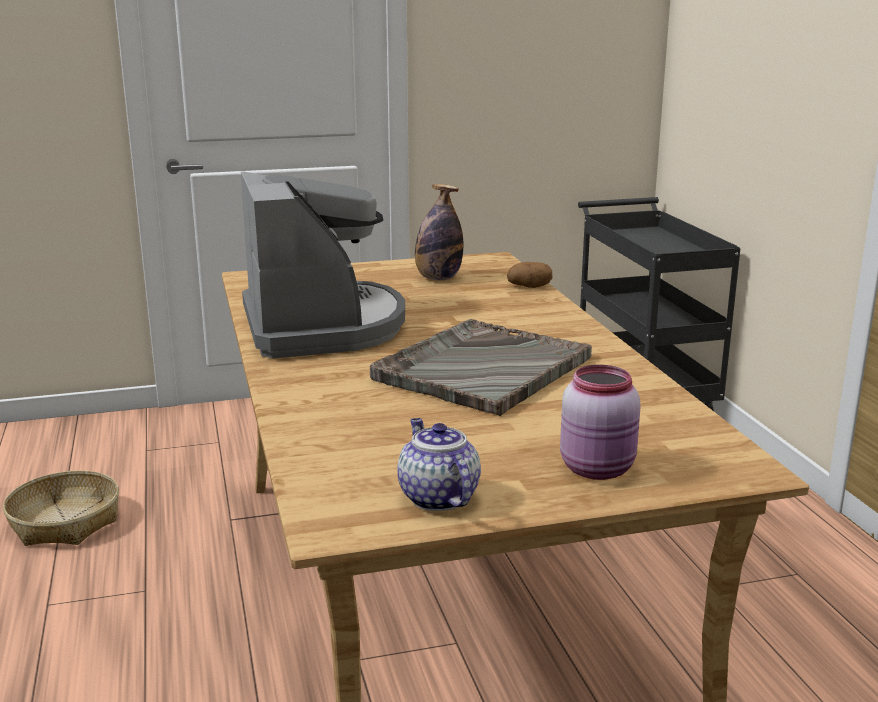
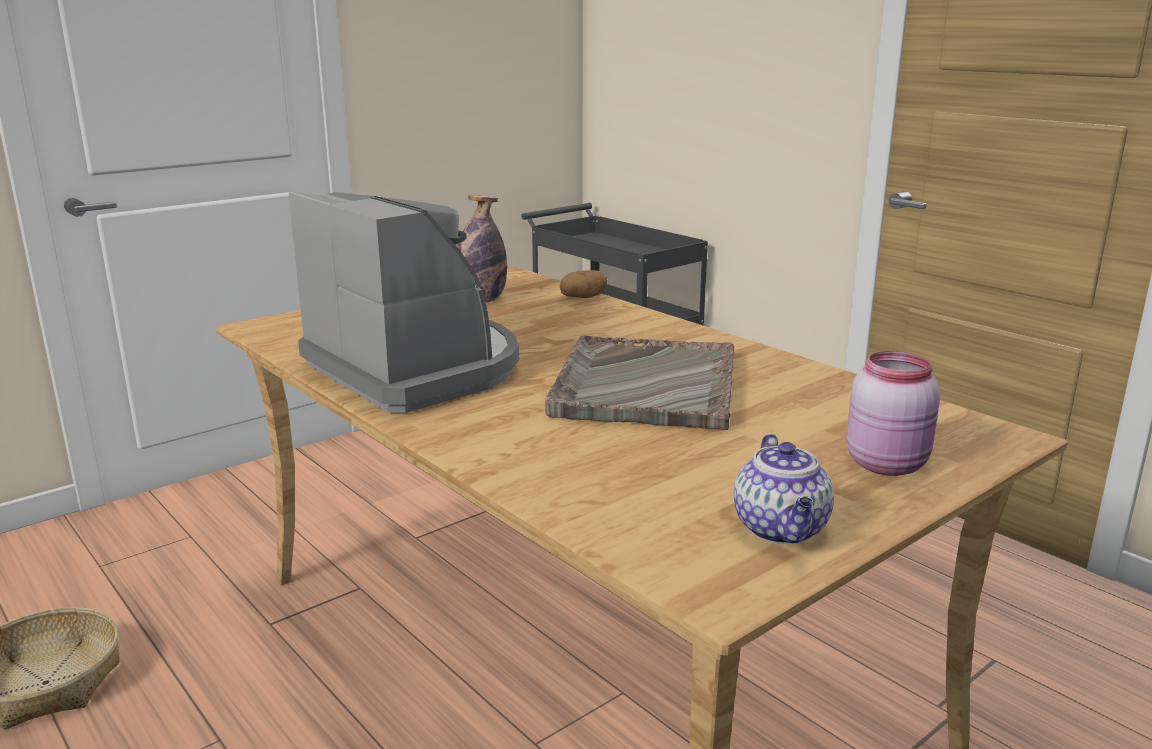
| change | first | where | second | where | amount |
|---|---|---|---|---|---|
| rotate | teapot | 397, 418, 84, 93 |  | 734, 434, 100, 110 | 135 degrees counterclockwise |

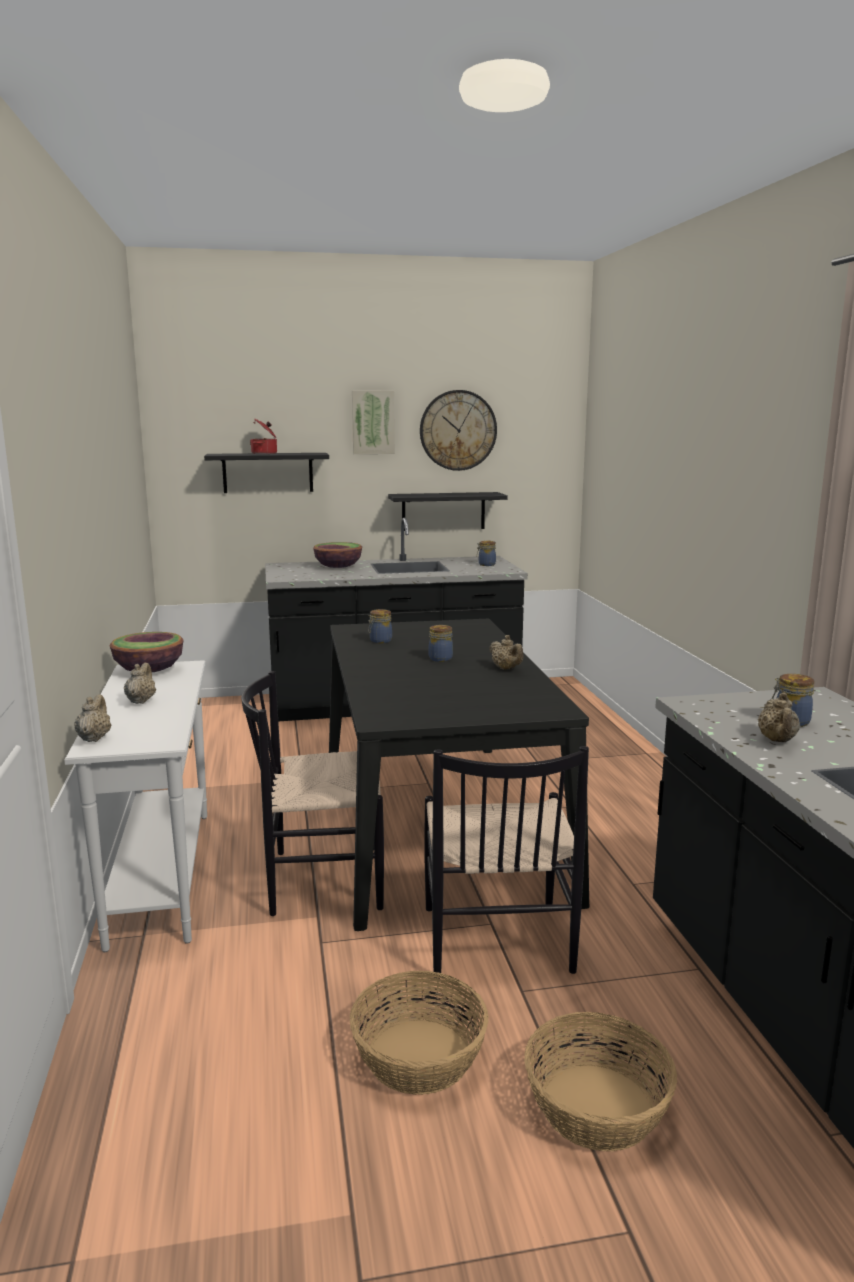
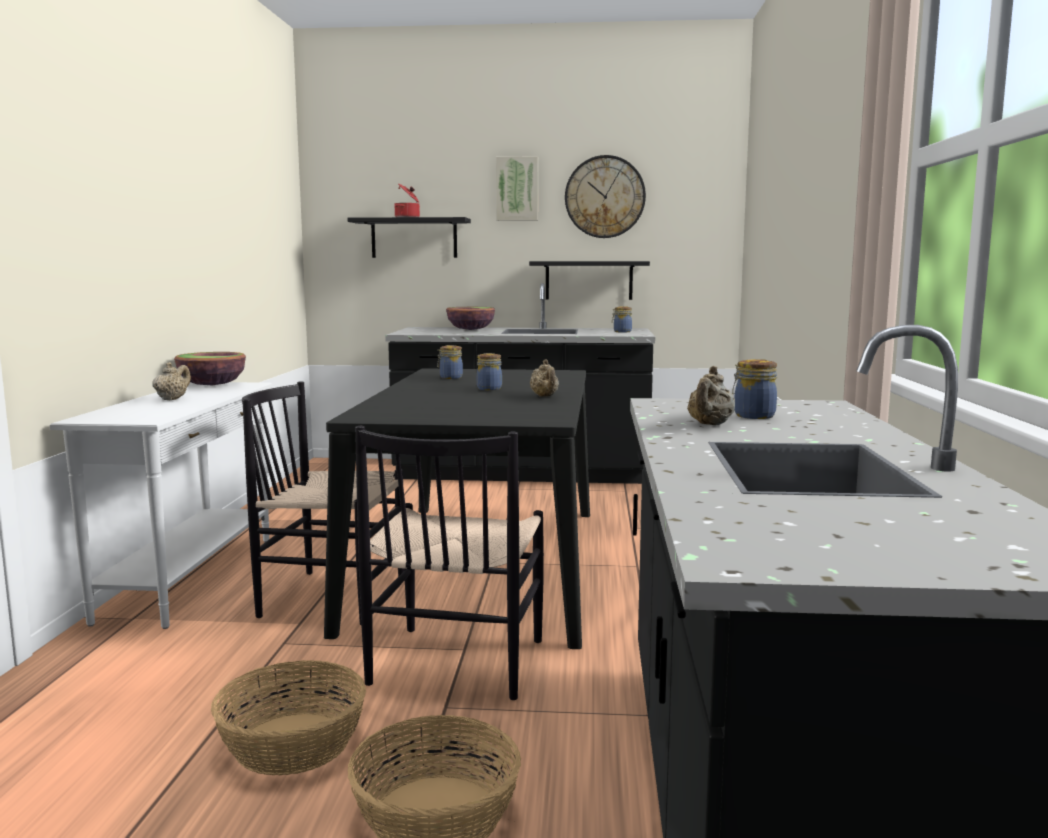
| change | first | where | second | where | amount |
|---|---|---|---|---|---|
| delete | teapot/beige | 74, 694, 37, 48 |  |  |  |

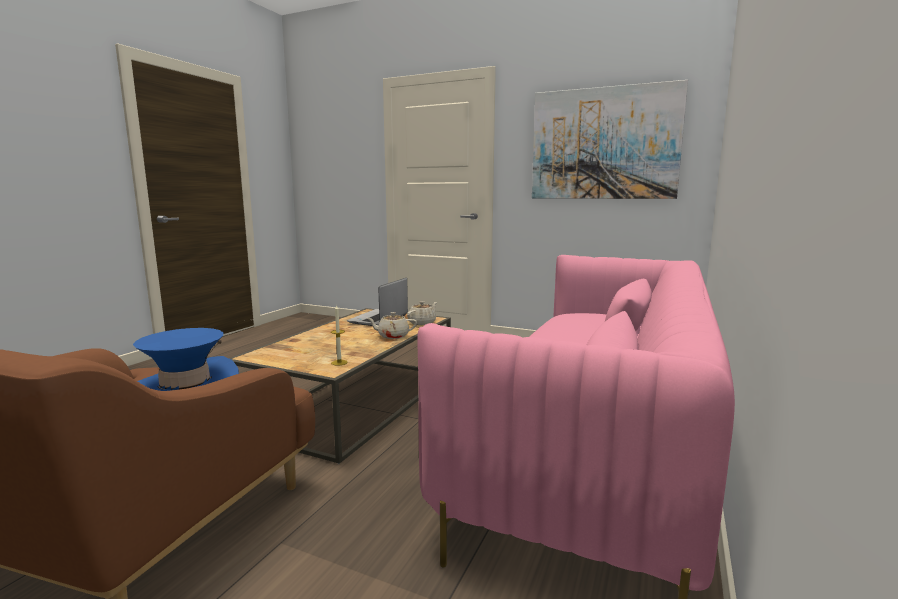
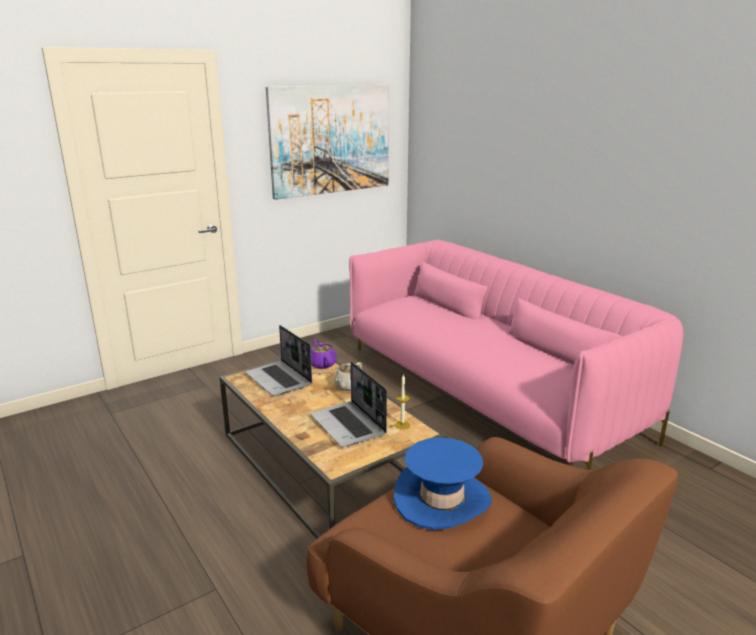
| change | first | where | second | where | amount |
|---|---|---|---|---|---|
| insert |  |  | laptop | 310, 362, 77, 85 |  |
| recolor | teapot/beige | 407, 301, 30, 24 | teapot/purple | 311, 339, 26, 30 |  |

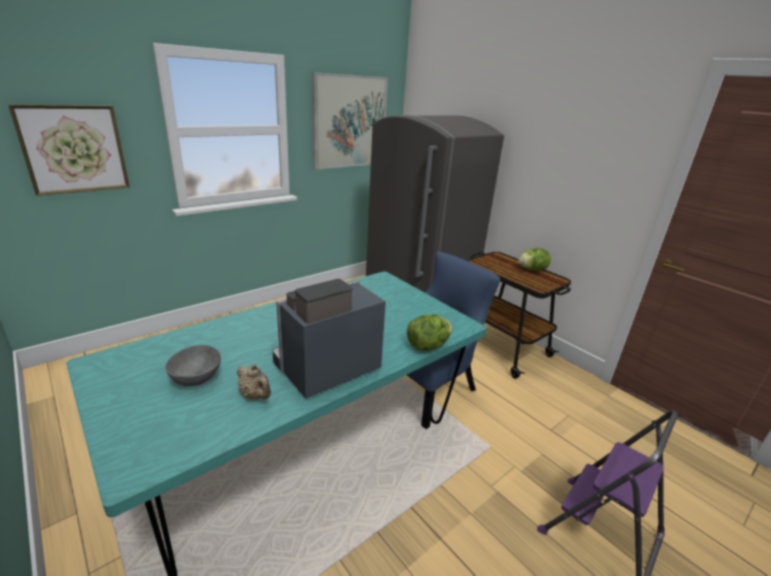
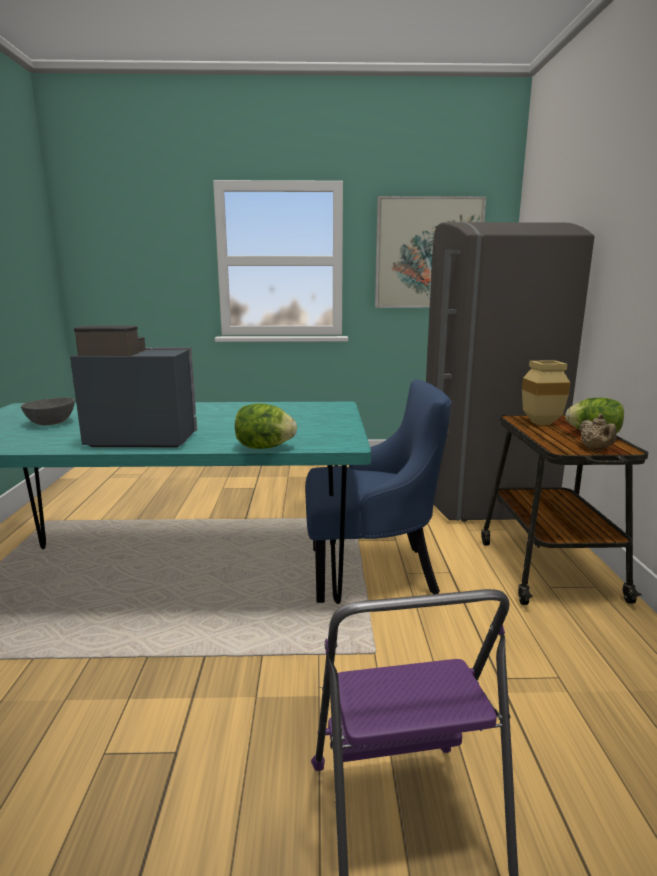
| change | first | where | second | where | amount |
|---|---|---|---|---|---|
| insert |  |  | vase/beige | 522, 360, 48, 65 |  |
| move | teapot/beige | 237, 364, 34, 35 |  | 579, 414, 38, 36 |  |
| delete | picture | 8, 104, 122, 92 |  |  |  |

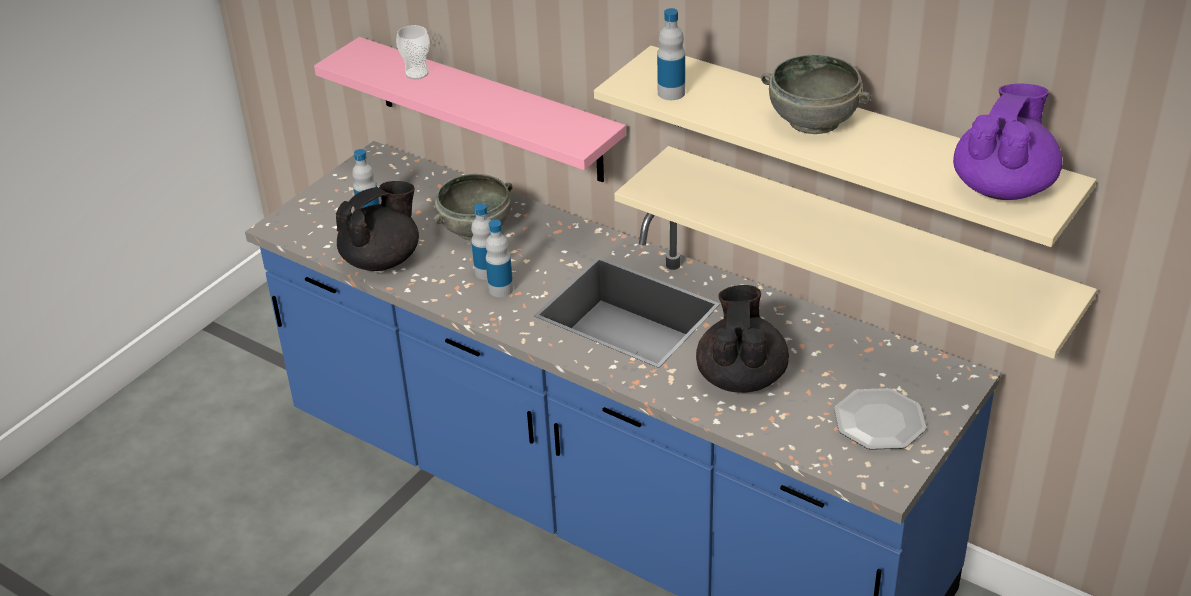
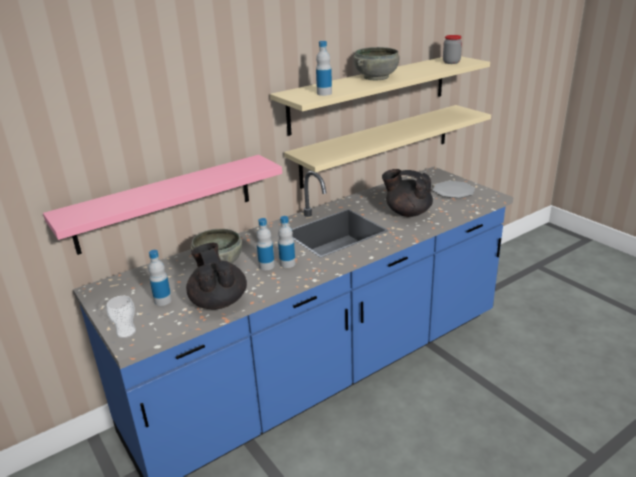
| change | first | where | second | where | amount |
|---|---|---|---|---|---|
| move | cup | 396, 25, 34, 54 |  | 106, 296, 30, 42 |  |
| replace | teapot/purple | 953, 84, 109, 116 | jar | 443, 35, 19, 29 |  |

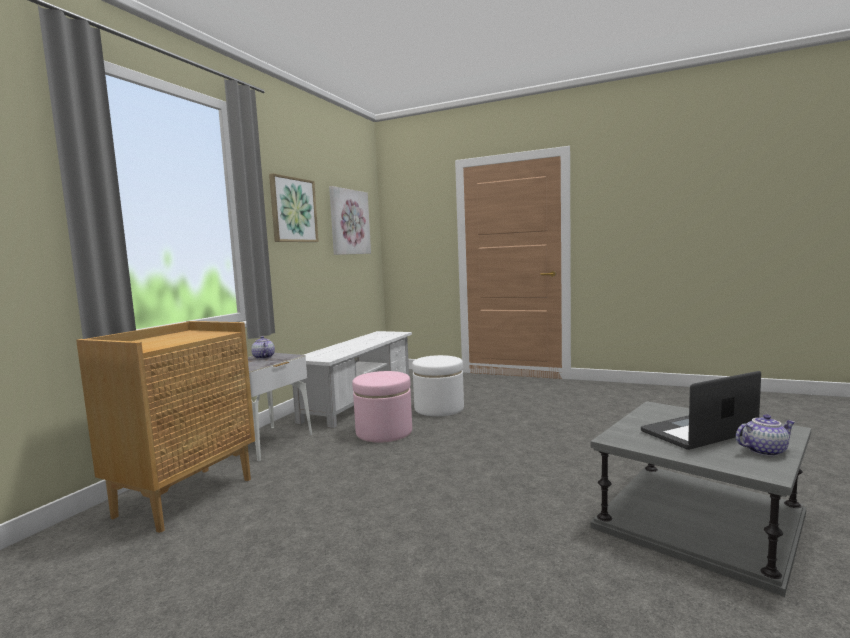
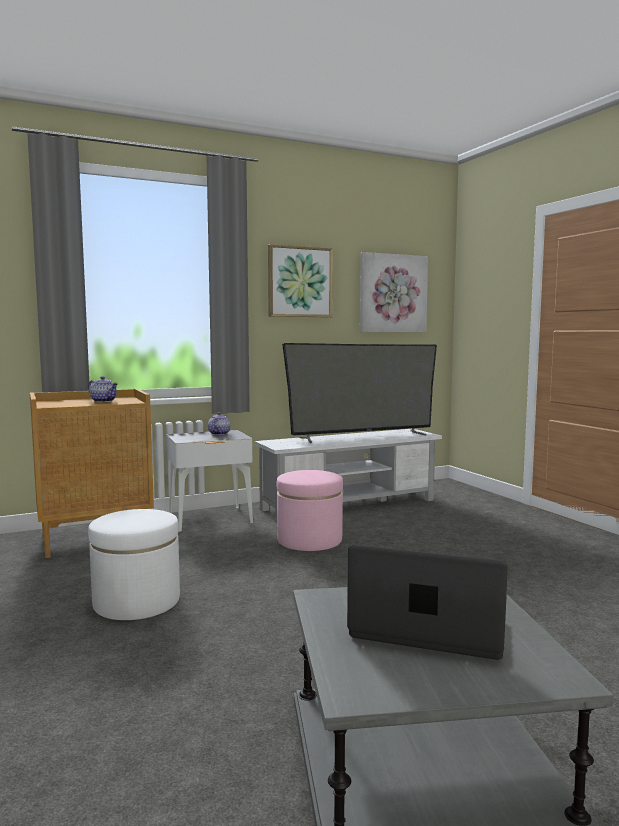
| change | first | where | second | where | amount |
|---|---|---|---|---|---|
| move | teapot | 736, 414, 59, 42 |  | 88, 376, 30, 26 |  |
| move | ottoman/white | 412, 355, 52, 62 |  | 88, 509, 92, 111 |  |
| insert |  |  | television | 282, 343, 155, 100 |  |

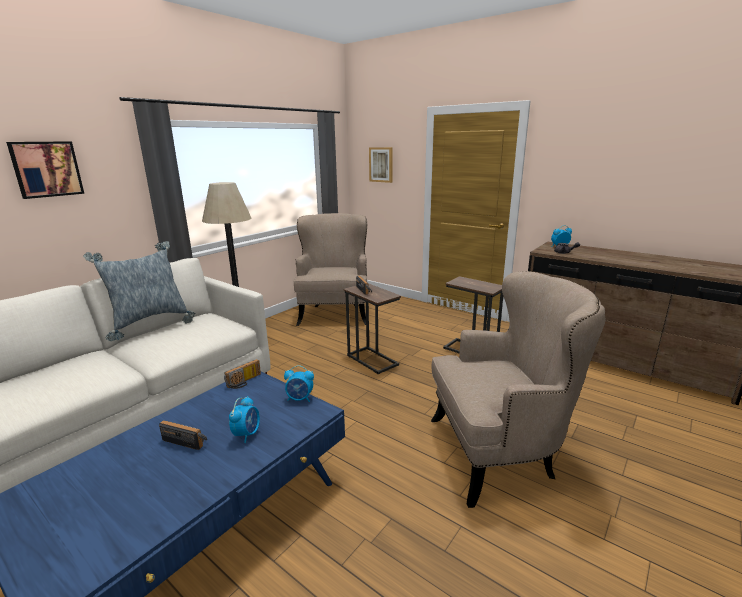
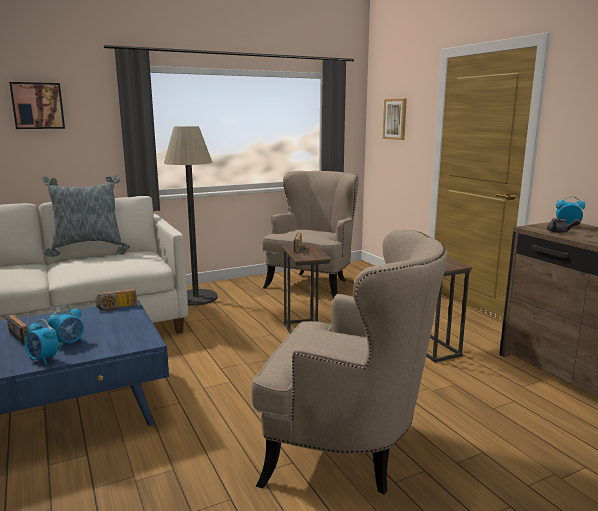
| change | first | where | second | where | amount |
|---|---|---|---|---|---|
| move | alarm clock | 284, 365, 30, 37 |  | 25, 319, 33, 45 |  |

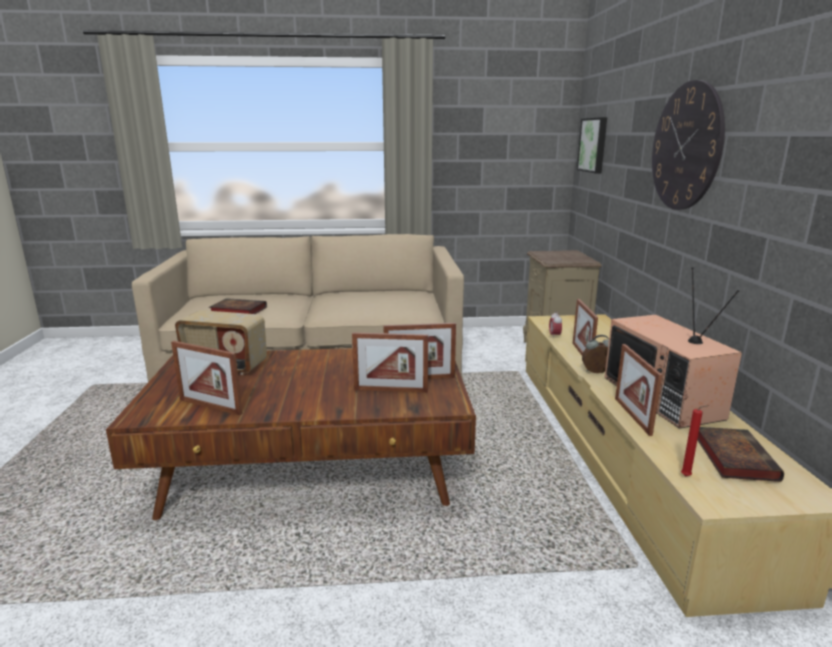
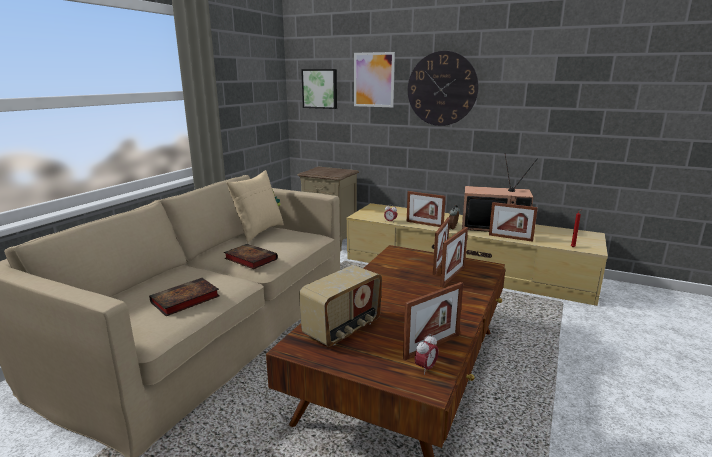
| change | first | where | second | where | amount |
|---|---|---|---|---|---|
| move | book | 698, 427, 86, 55 |  | 224, 244, 54, 25 |  |
| insert |  |  | pillow/beige | 227, 170, 57, 72 |  |
| insert |  |  | picture | 354, 52, 41, 55 |  |
| insert |  |  | alarm clock | 415, 334, 24, 41 |  |

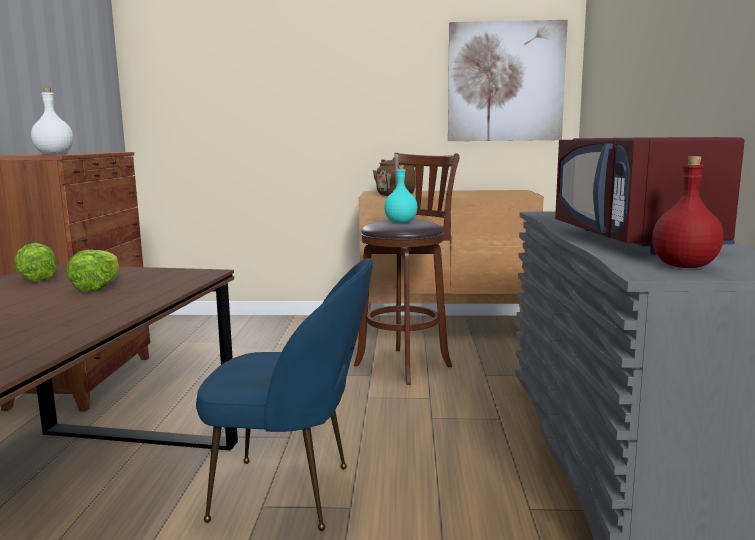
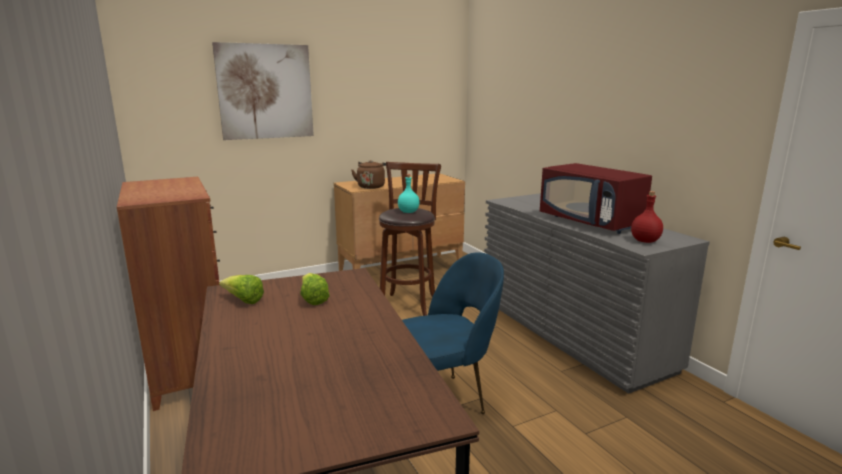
| change | first | where | second | where | amount |
|---|---|---|---|---|---|
| move | picture | 448, 20, 120, 121 |  | 212, 42, 102, 98 |  |
| delete | bottle/white | 31, 87, 42, 67 |  |  |  |

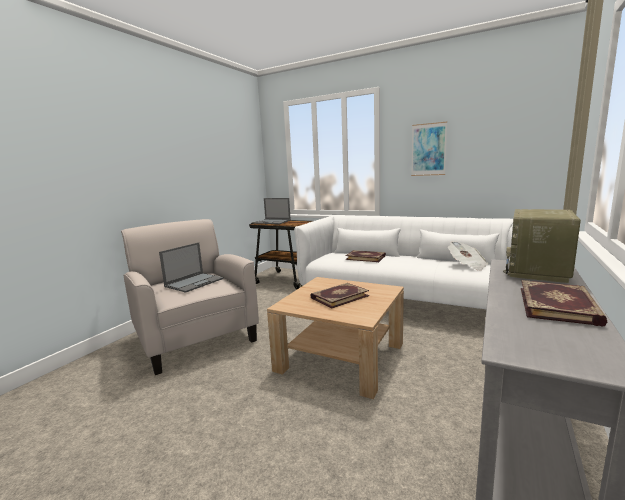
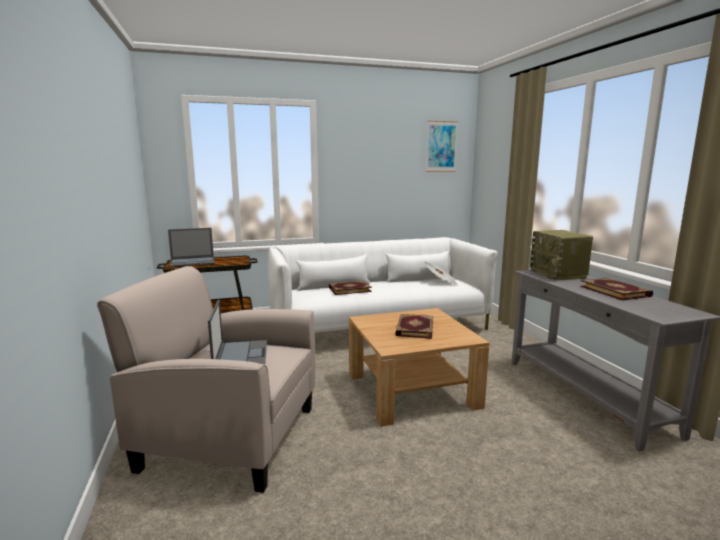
| change | first | where | second | where | amount |
|---|---|---|---|---|---|
| move | picture | 411, 122, 36, 54 |  | 426, 121, 32, 51 |  |

